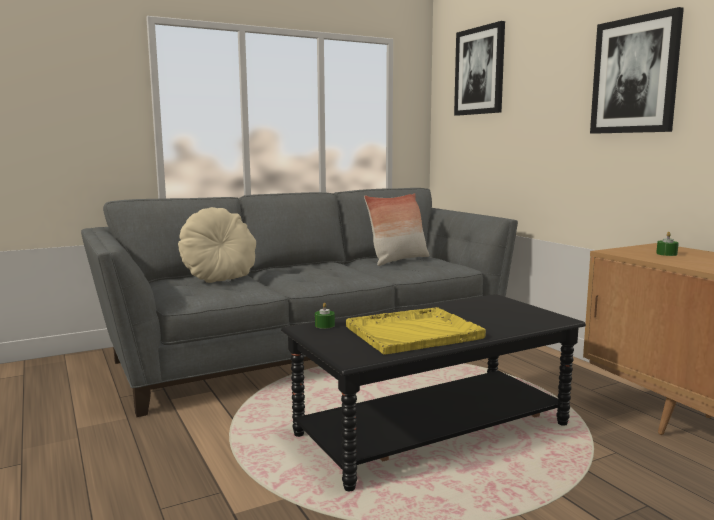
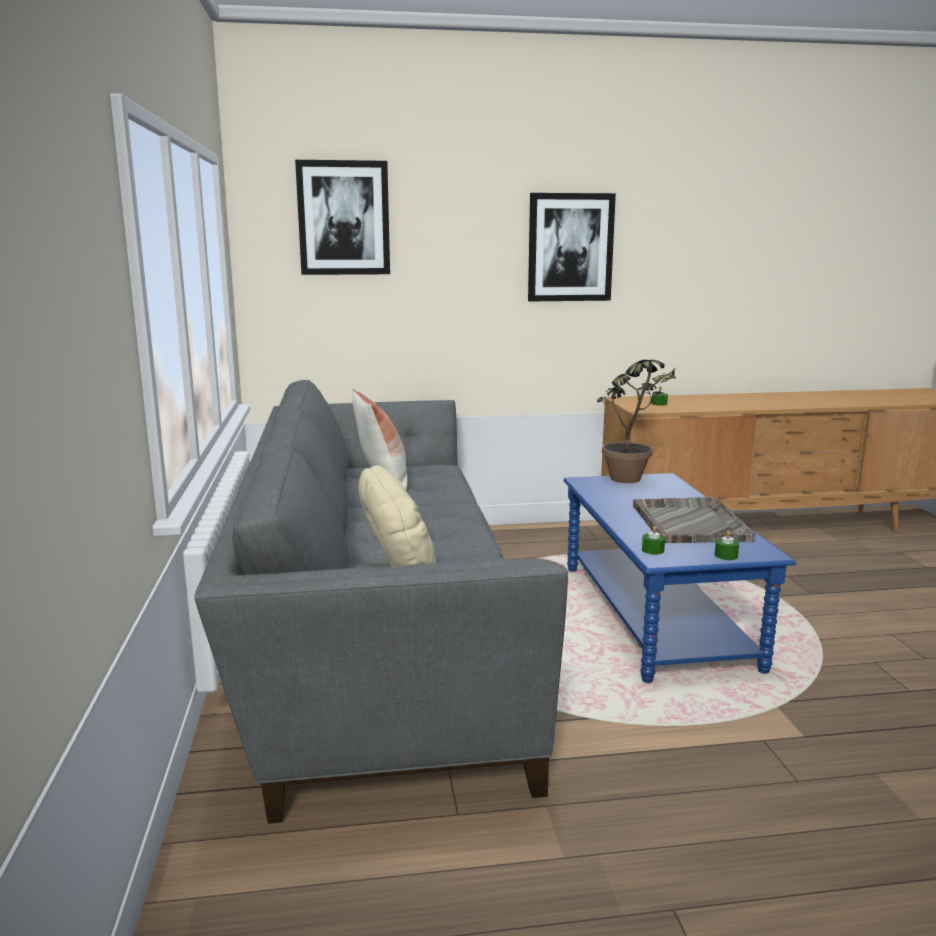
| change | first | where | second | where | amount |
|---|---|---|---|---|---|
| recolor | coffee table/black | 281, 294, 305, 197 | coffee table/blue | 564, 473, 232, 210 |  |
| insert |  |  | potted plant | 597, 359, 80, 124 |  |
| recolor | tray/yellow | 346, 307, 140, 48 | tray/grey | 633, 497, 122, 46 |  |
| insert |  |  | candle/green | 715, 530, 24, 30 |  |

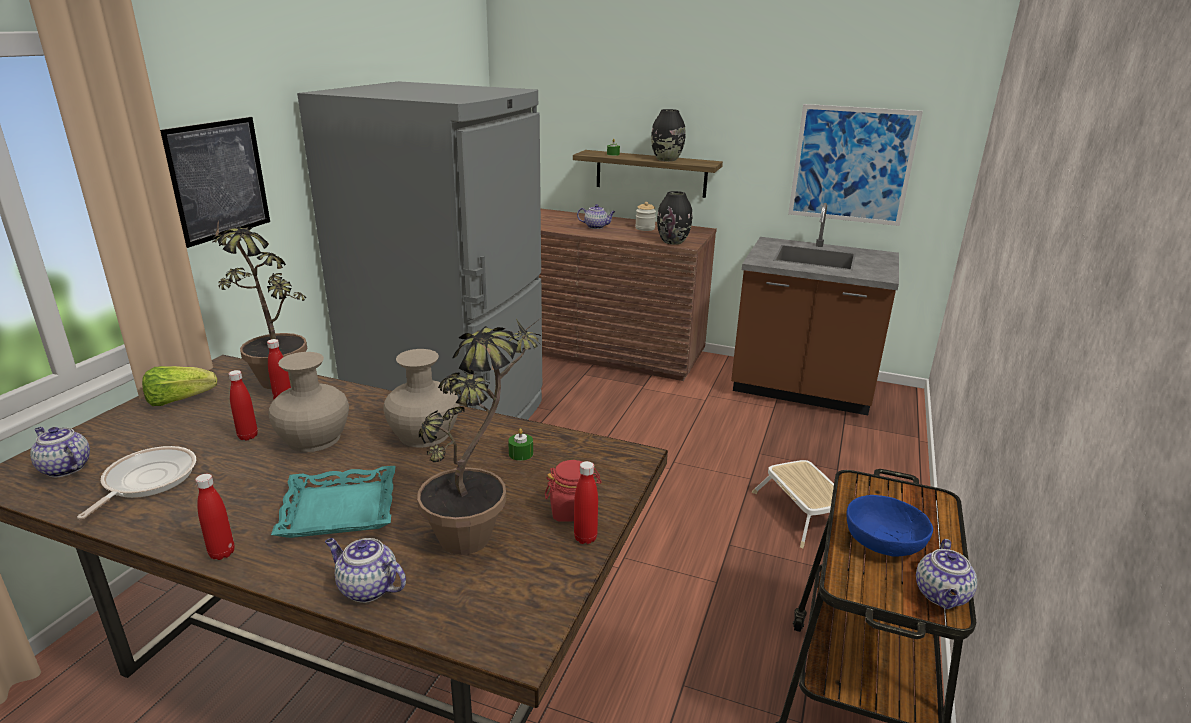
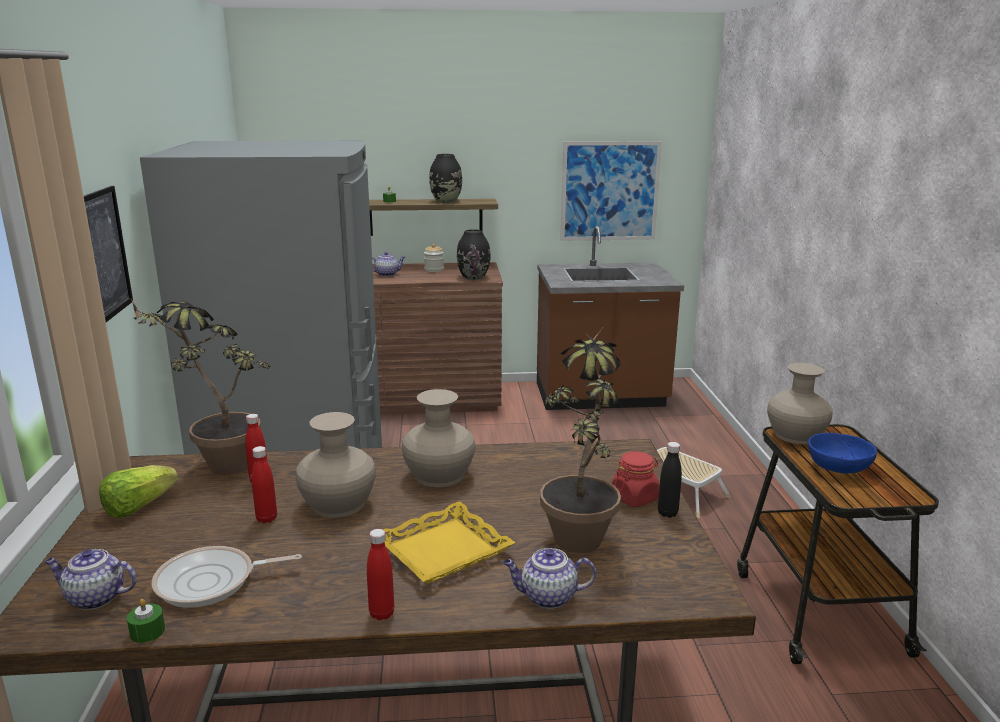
| change | first | where | second | where | amount |
|---|---|---|---|---|---|
| move | candle/green | 508, 428, 25, 33 |  | 127, 599, 38, 44 |  |
| rotate | frying pan | 77, 446, 119, 73 |  | 151, 546, 151, 62 | 90 degrees counterclockwise |
| recolor | tray/turquoise | 271, 466, 124, 72 | tray/yellow | 383, 501, 133, 82 |  |
| recolor | bottle/red | 574, 461, 24, 83 | bottle/black | 658, 442, 24, 76 |  |
| insert |  |  | vase/beige | 767, 363, 66, 81 |  |
| delete | teapot | 916, 539, 61, 70 |  |  |  |

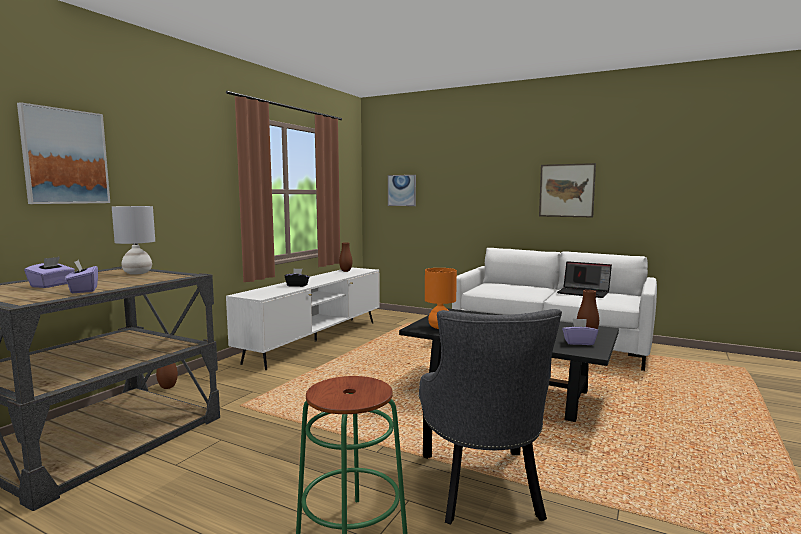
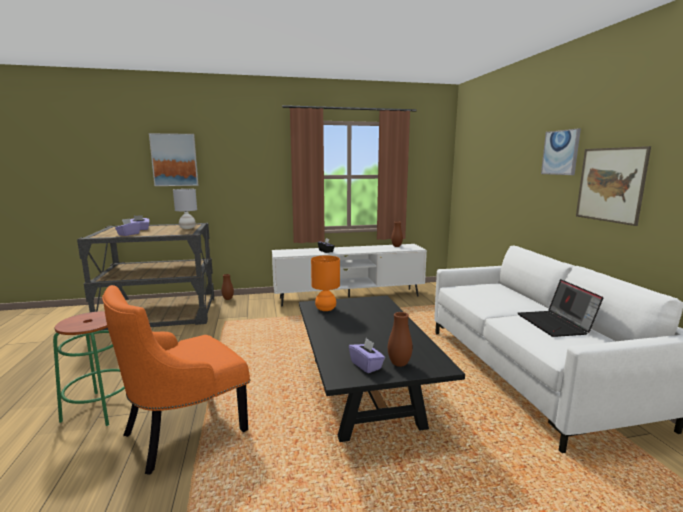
| change | first | where | second | where | amount |
|---|---|---|---|---|---|
| recolor | armchair/grey | 419, 309, 143, 215 | armchair/orange | 102, 285, 148, 190 |  |
| move | picture | 388, 175, 28, 31 |  | 541, 128, 40, 47 |  |

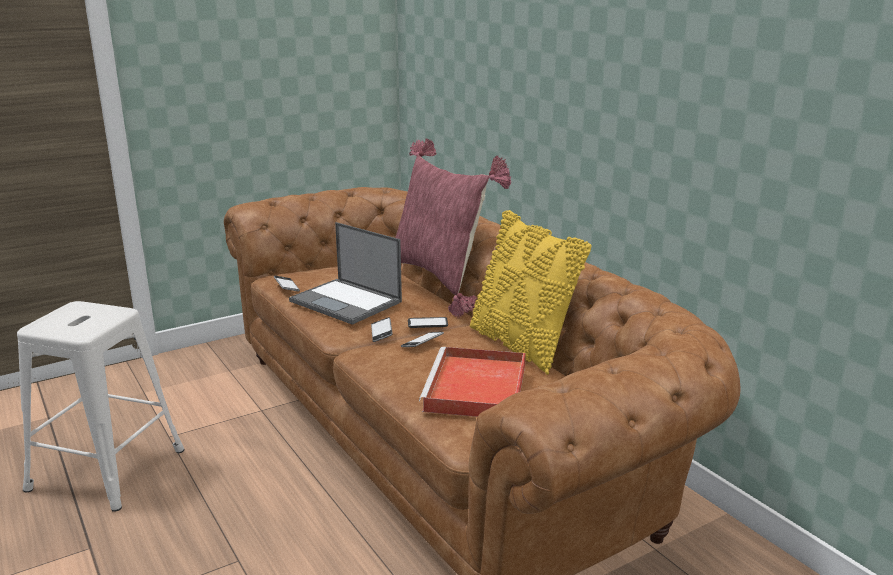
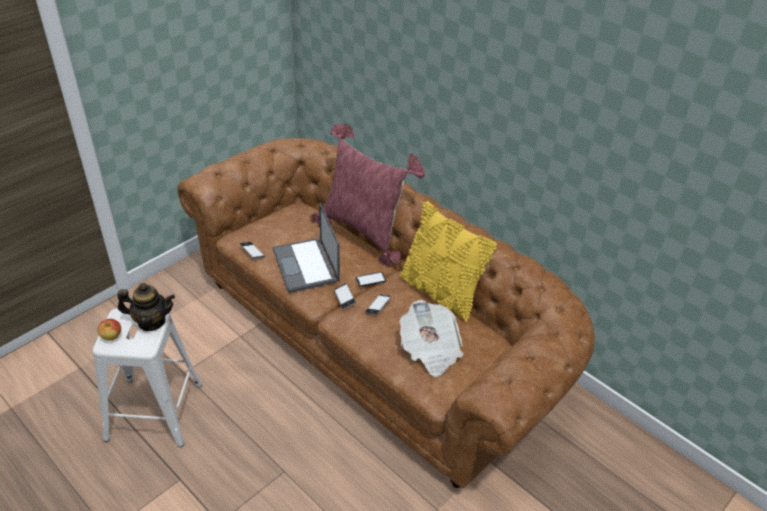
| change | first | where | second | where | amount |
|---|---|---|---|---|---|
| insert |  |  | apple | 97, 319, 24, 22 |  |
| insert |  |  | teapot | 117, 283, 58, 48 |  |
| rotate | laptop | 289, 222, 113, 103 |  | 272, 203, 68, 90 | 45 degrees clockwise |
| replace | tray/red | 419, 347, 107, 70 | newspaper | 400, 300, 63, 77 |  |

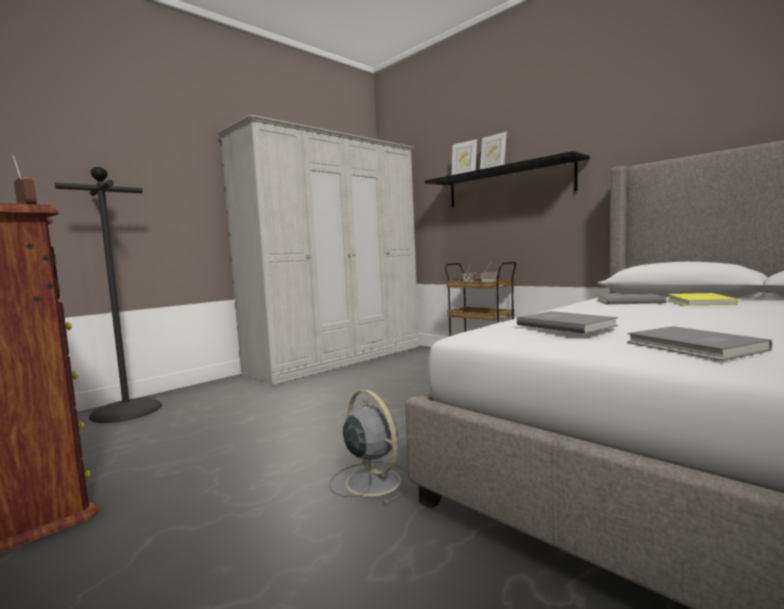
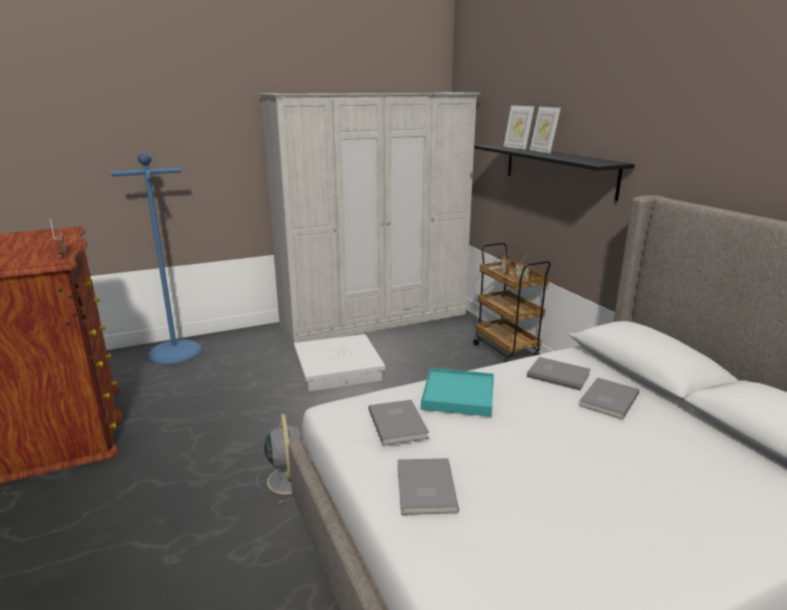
| change | first | where | second | where | amount |
|---|---|---|---|---|---|
| recolor | clothes rack/black | 55, 167, 107, 256 | clothes rack/blue | 111, 153, 91, 211 |  |
| insert |  |  | storage box/white | 294, 334, 91, 58 |  |
| insert |  |  | tray/turquoise | 421, 368, 73, 49 |  |
| recolor | book/yellow | 668, 293, 71, 13 | book/grey | 579, 378, 61, 42 |  |

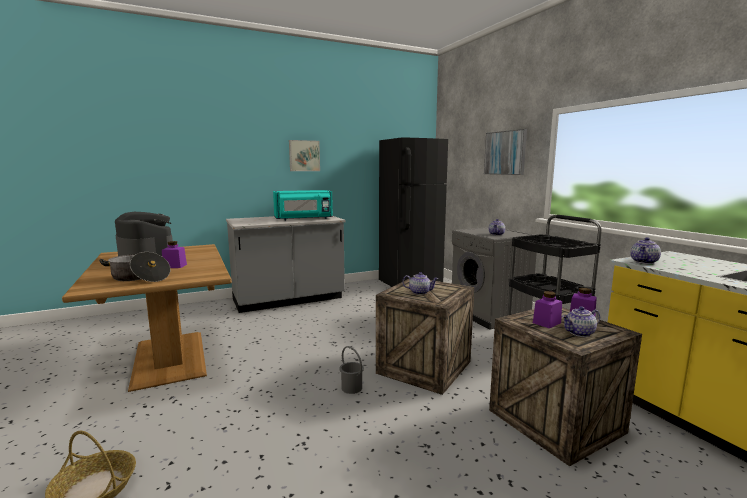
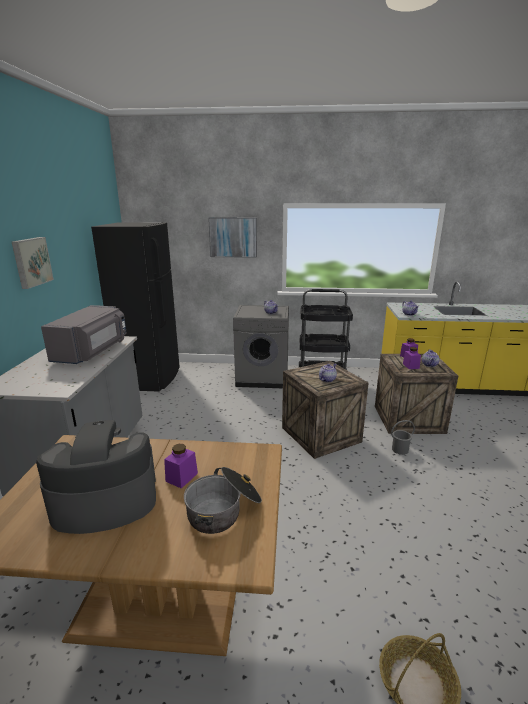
| change | first | where | second | where | amount |
|---|---|---|---|---|---|
| recolor | microwave/turquoise | 273, 190, 60, 31 | microwave/grey | 41, 305, 86, 59 |  |
| move | bucket/grey | 339, 346, 25, 48 |  | 391, 420, 24, 35 |  |

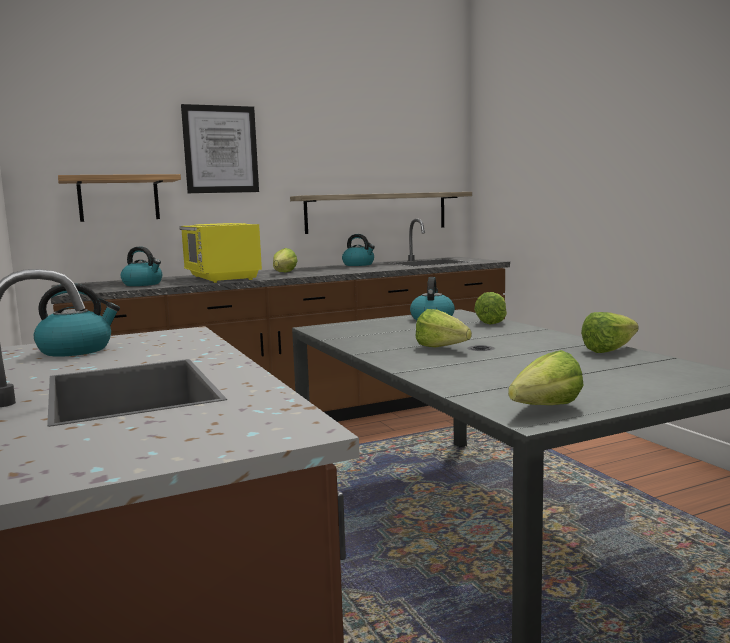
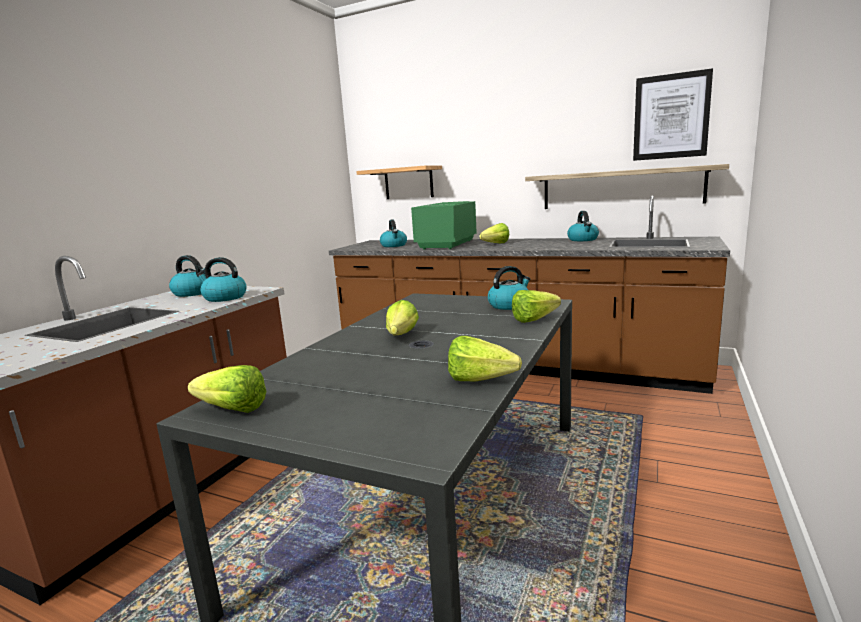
| change | first | where | second | where | amount |
|---|---|---|---|---|---|
| insert |  |  | kettle | 197, 257, 50, 45 |  |
| recolor | microwave/yellow | 179, 223, 83, 60 | microwave/green | 411, 201, 66, 48 |  |
| move | picture | 181, 104, 78, 89 |  | 633, 68, 80, 93 |  |

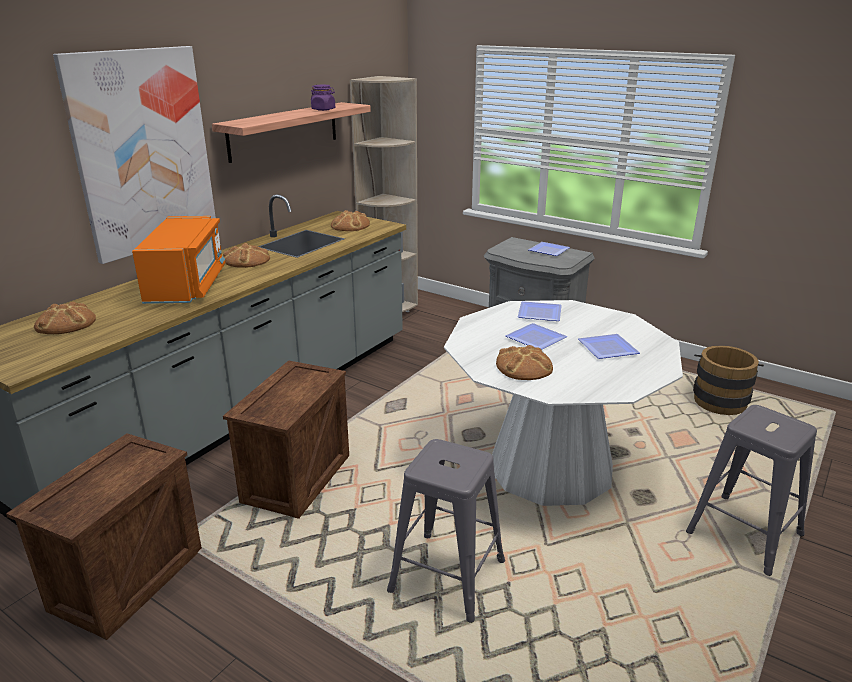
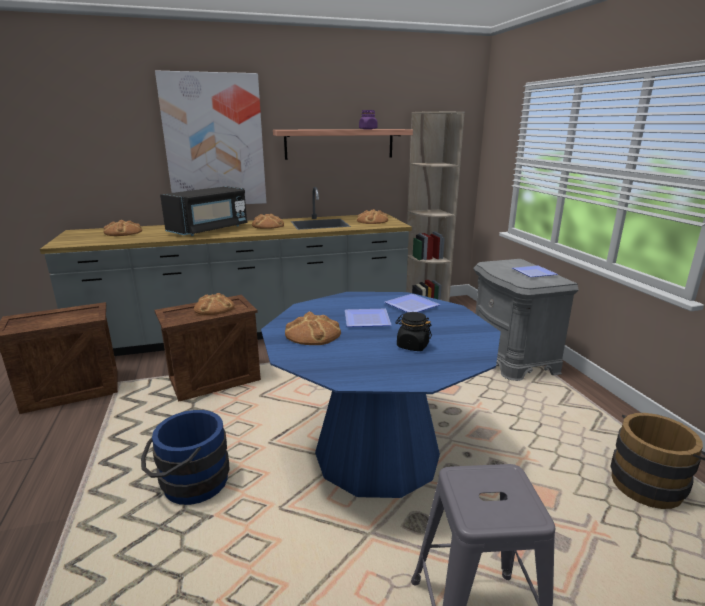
| change | first | where | second | where | amount |
|---|---|---|---|---|---|
| replace | stool/grey | 387, 439, 118, 184 | bucket/blue | 141, 410, 89, 95 |  |
| recolor | microwave/orange | 132, 216, 93, 88 | microwave/black | 160, 186, 88, 50 |  |
| insert |  |  | bread | 194, 293, 41, 22 |  |
| recolor | dining table/white | 444, 300, 239, 206 | dining table/blue | 261, 292, 240, 206 |  |
| replace | plate | 578, 334, 62, 25 | jar/black | 395, 312, 37, 39 |  |

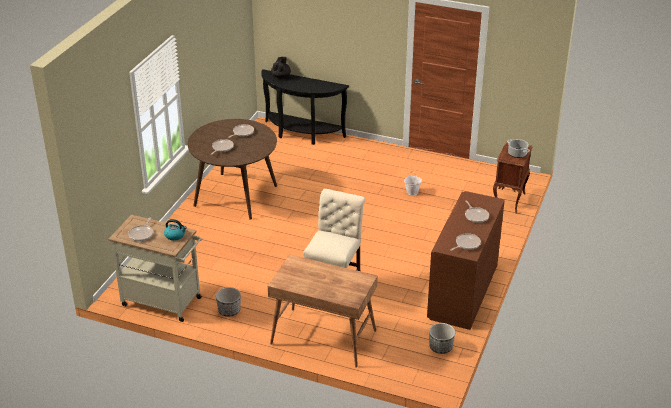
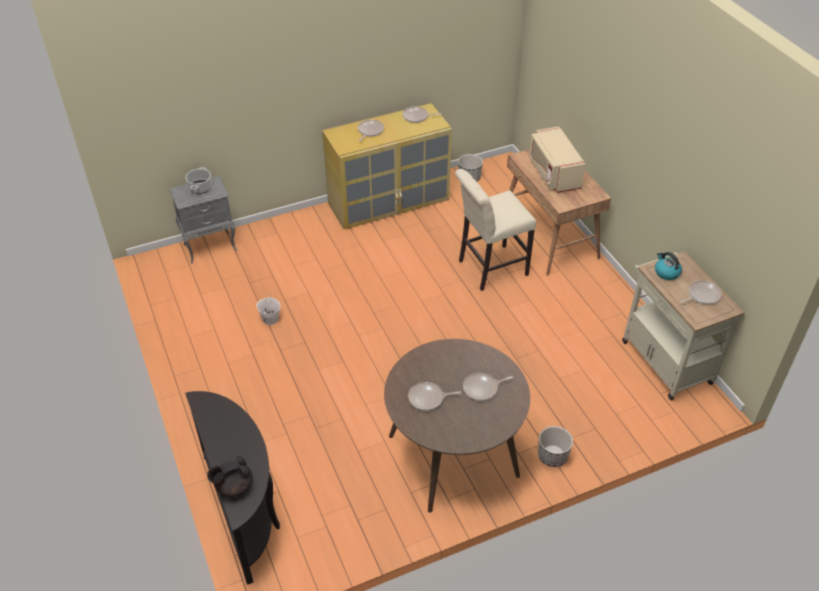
| change | first | where | second | where | amount |
|---|---|---|---|---|---|
| recolor | nightstand/brown | 493, 141, 40, 73 | nightstand/grey | 170, 176, 67, 88 |  |
| recolor | cabinet/brown | 427, 191, 78, 139 | cabinet/yellow | 322, 103, 130, 127 |  |
| insert |  |  | microwave/beige | 529, 126, 57, 67 |  |
| move | planter | 216, 287, 25, 30 |  | 538, 426, 35, 41 |  |

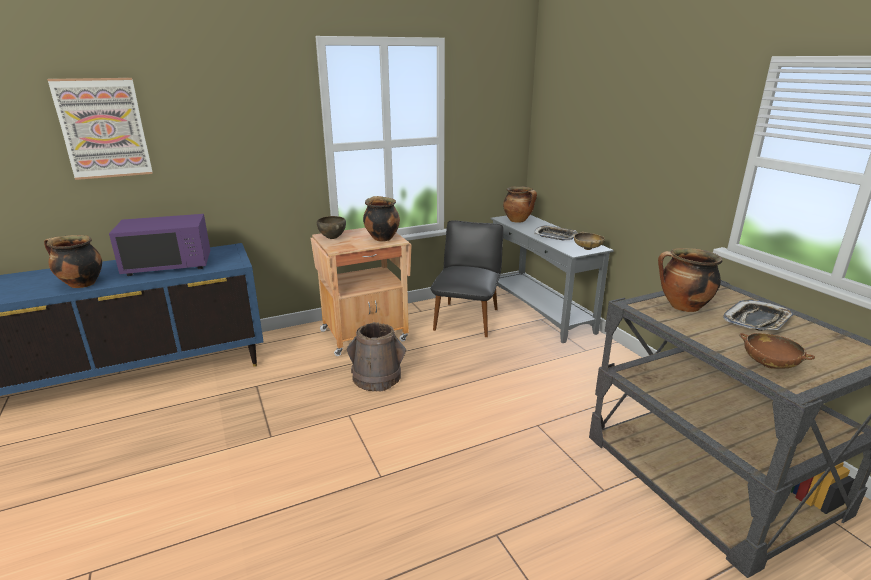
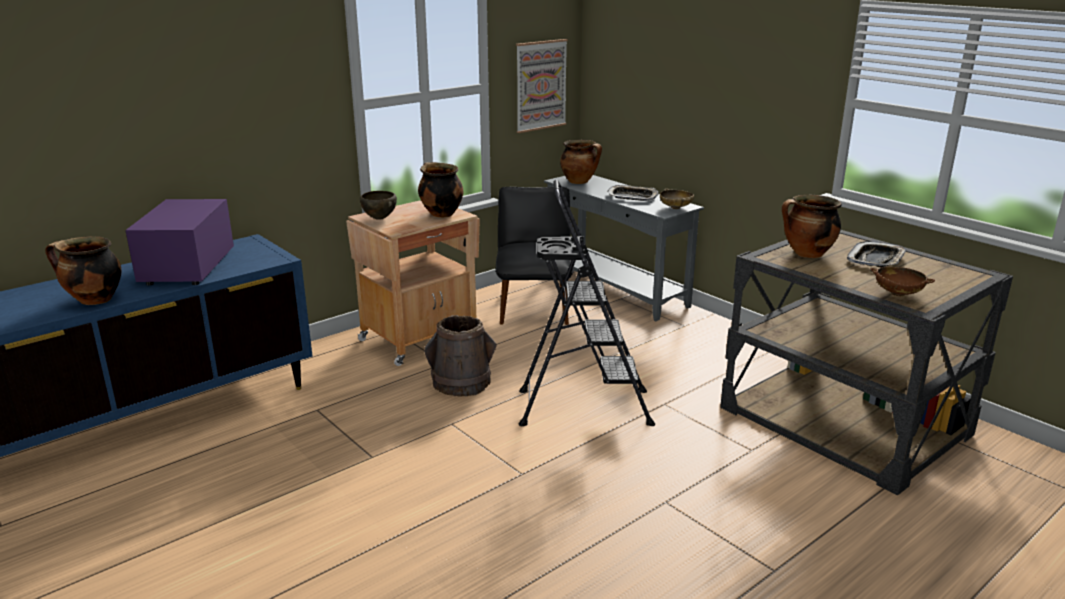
| change | first | where | second | where | amount |
|---|---|---|---|---|---|
| rotate | microwave/purple | 109, 214, 102, 62 |  | 125, 199, 109, 86 | 120 degrees clockwise |
| move | picture | 47, 78, 106, 102 |  | 516, 39, 52, 94 |  |
| insert |  |  | step ladder | 519, 180, 136, 246 |  |

